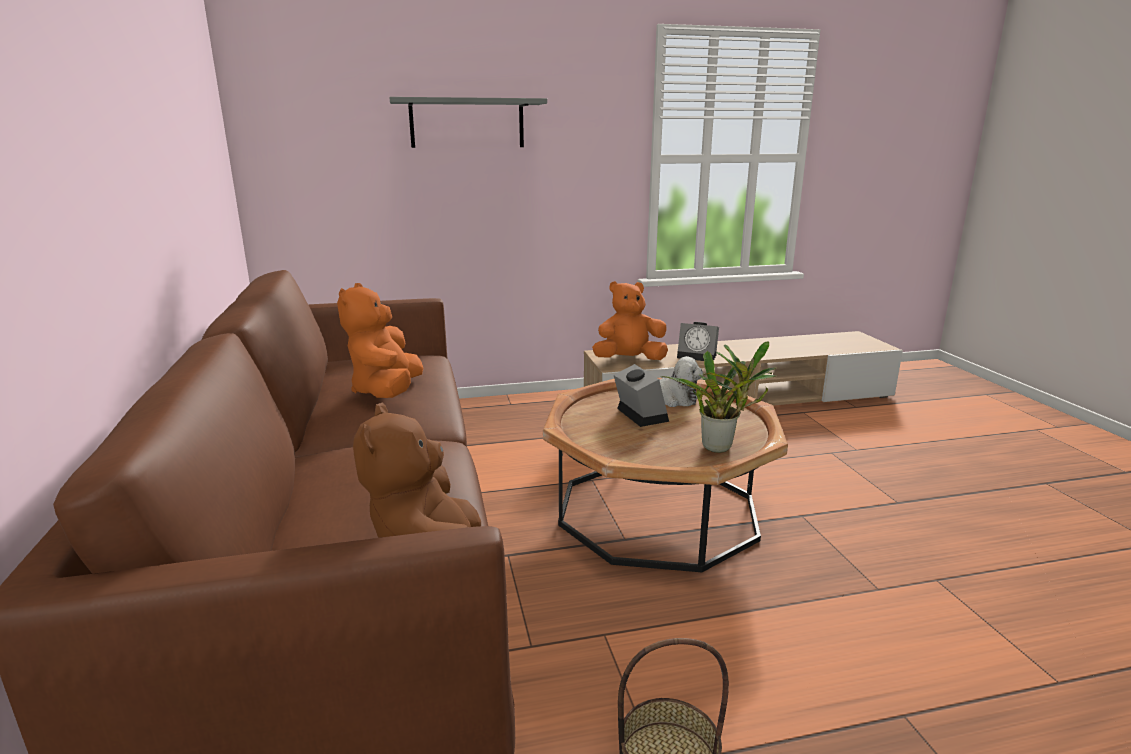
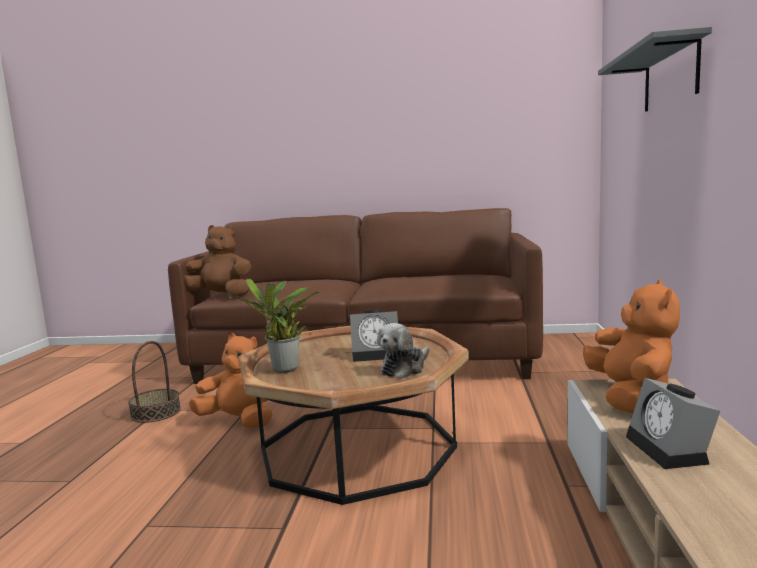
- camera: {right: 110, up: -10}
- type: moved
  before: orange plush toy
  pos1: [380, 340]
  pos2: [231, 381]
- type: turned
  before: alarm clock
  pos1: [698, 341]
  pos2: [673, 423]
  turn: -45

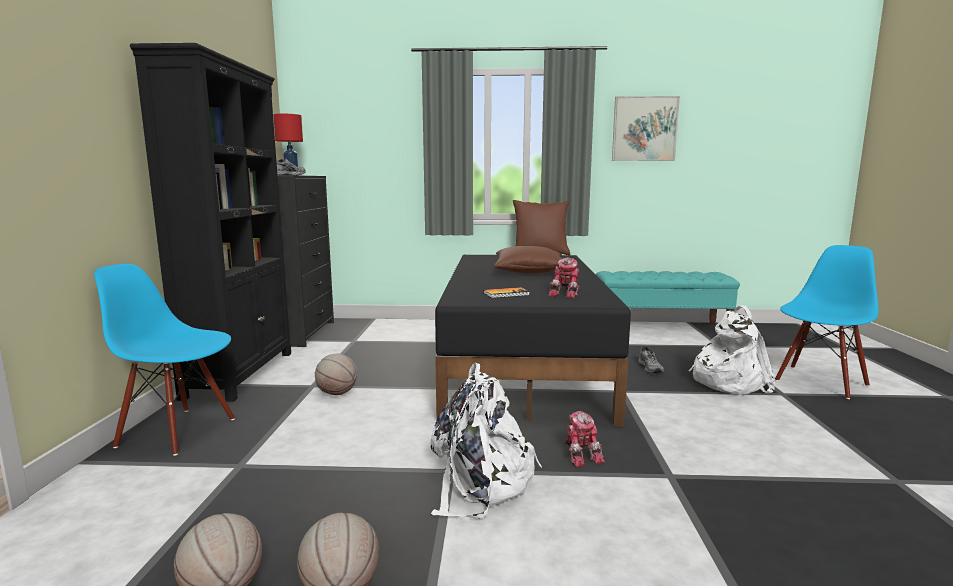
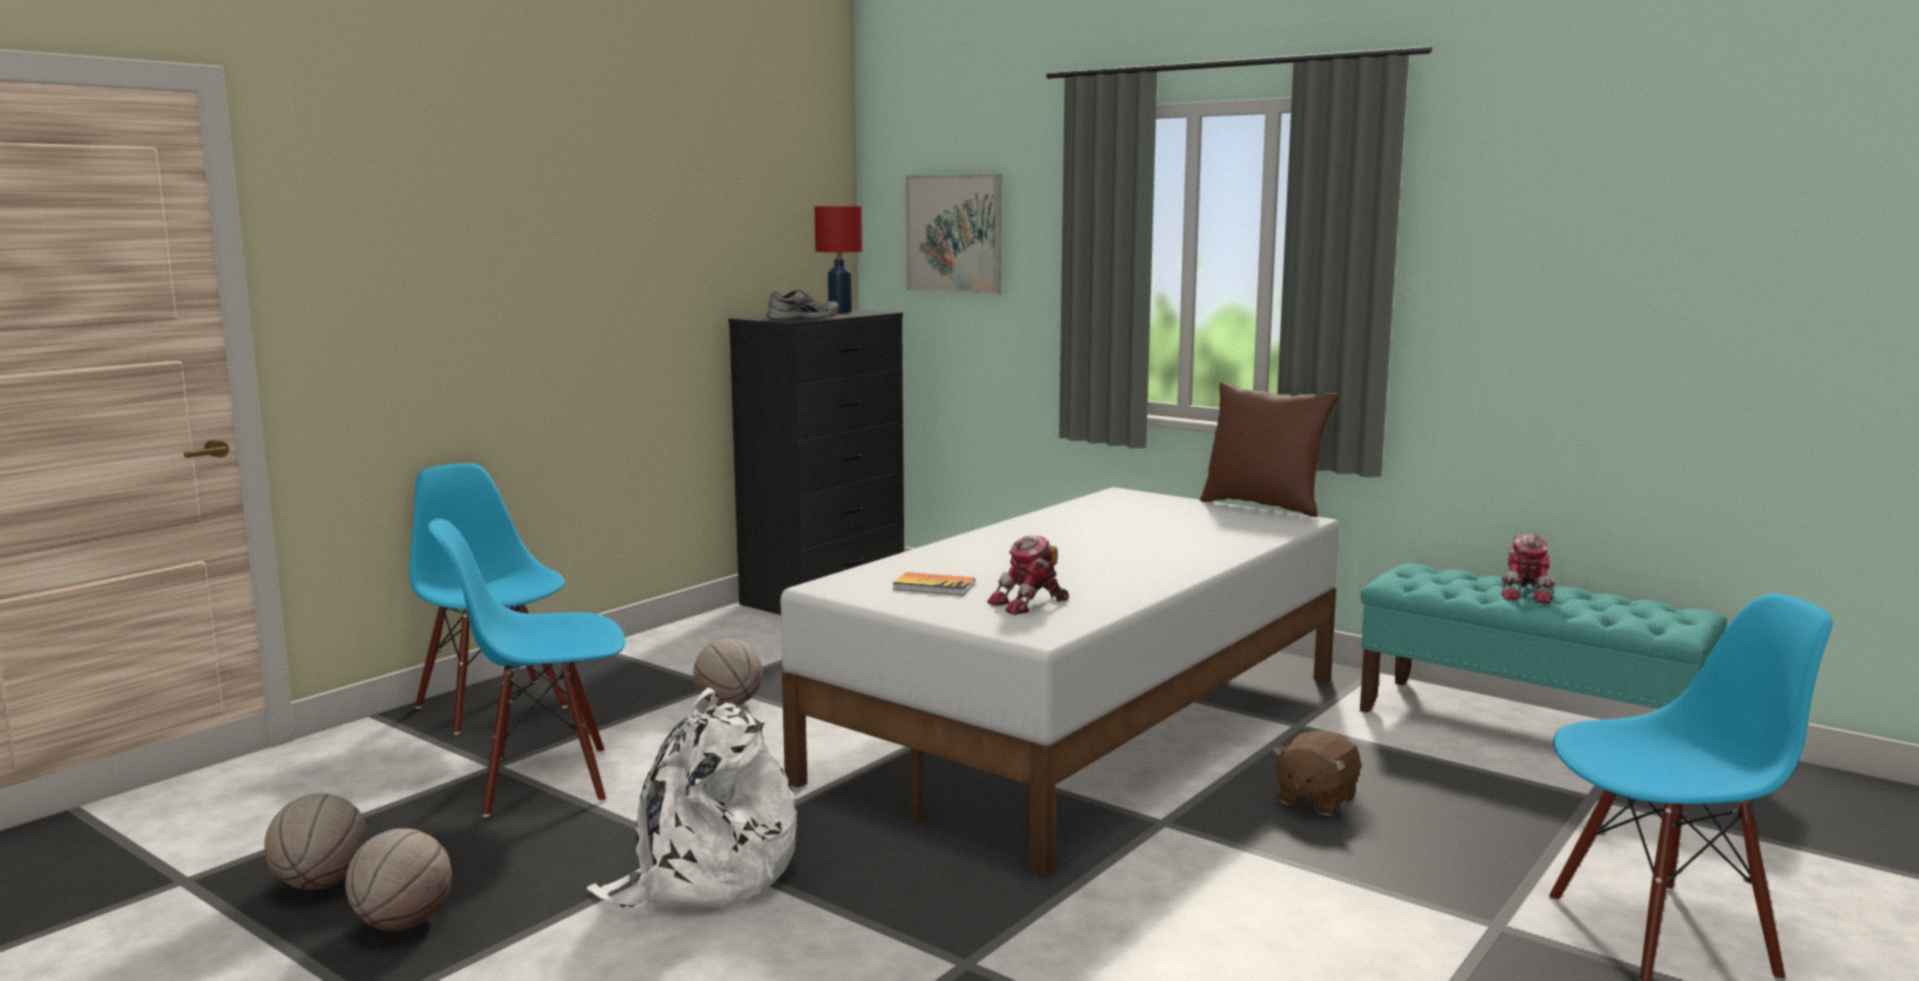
- camera: {right: 35, up: 0}
- type: removed
  before: black bookcase
  pos1: [210, 222]
- type: moved
  before: picture
  pos1: [646, 128]
  pos2: [954, 234]
- type: removed
  before: brown pillow
  pos1: [528, 259]
- type: recoloured
  before: black bed
  after: white bed
  pos1: [533, 340]
  pos2: [1059, 681]
- type: removed
  before: white backpack
  pos1: [732, 350]
- type: replaced
  before: grey shoe
  after: brown plush toy
  pos1: [651, 359]
  pos2: [1316, 773]
- type: moved
  before: toy robot
  pos1: [584, 439]
  pos2: [1528, 568]
- type: added
  after: blue chair
  pos2: [526, 668]

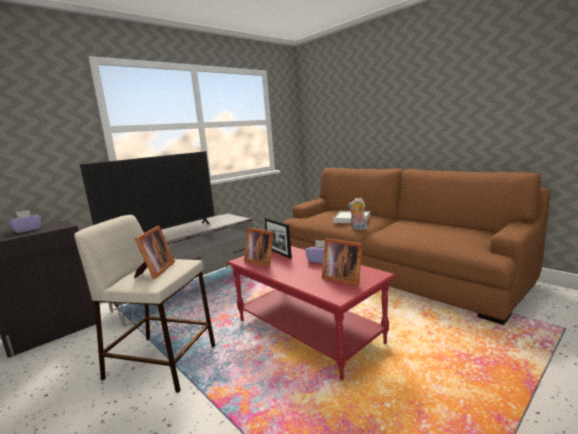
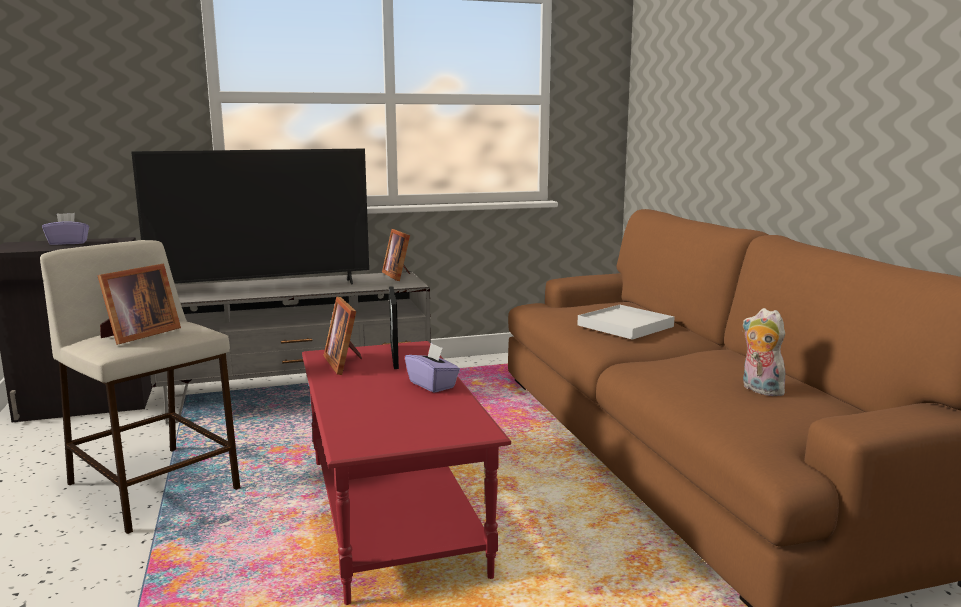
- camera: {right: 25, up: 0}
- type: moved
  before: plush toy
  pos1: [357, 214]
  pos2: [764, 352]
- type: moved
  before: picture frame
  pos1: [342, 262]
  pos2: [396, 255]

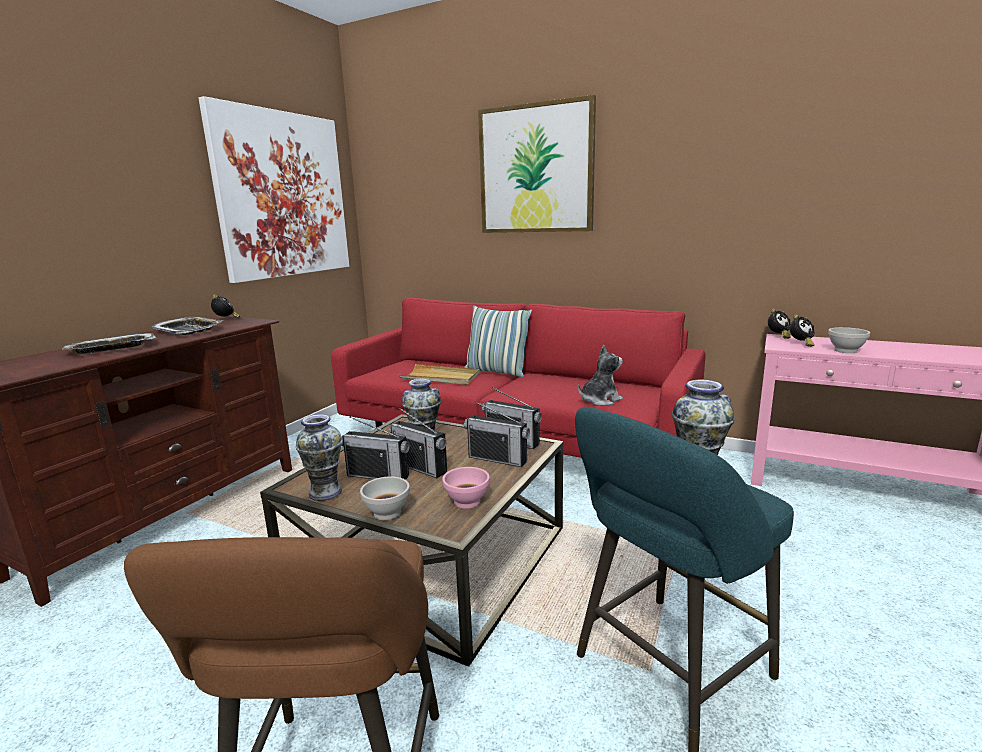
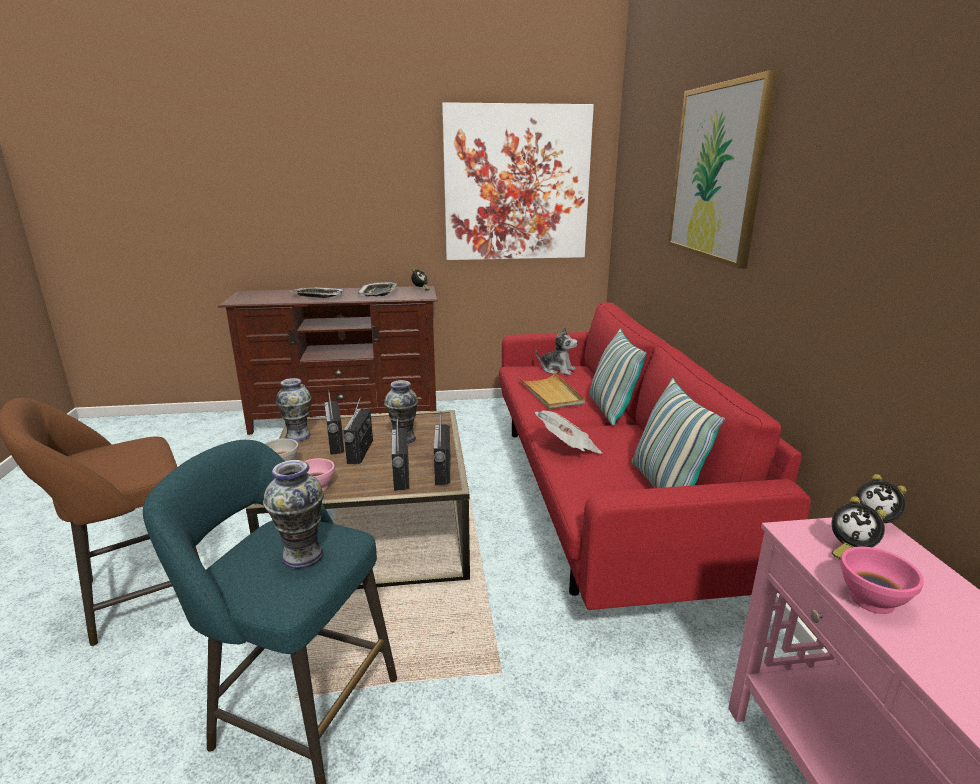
- camera: {right: 55, up: 5}
- type: recoloured
  before: white bowl
  after: pink bowl
  pos1: [849, 340]
  pos2: [882, 580]
- type: moved
  before: plush toy
  pos1: [600, 375]
  pos2: [557, 351]
- type: added
  after: pillow
  pos2: [678, 433]
- type: added
  after: newspaper
  pos2: [568, 432]

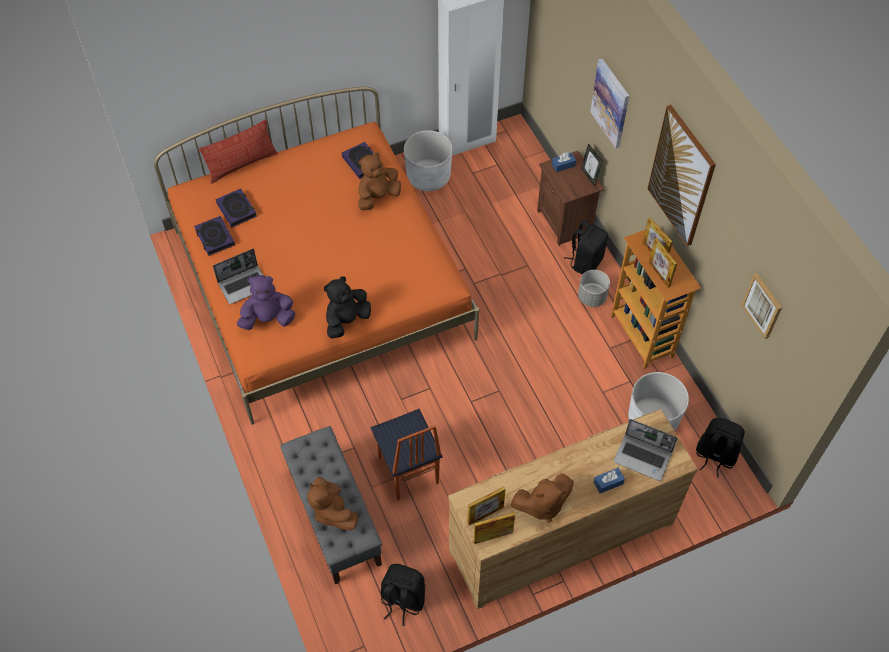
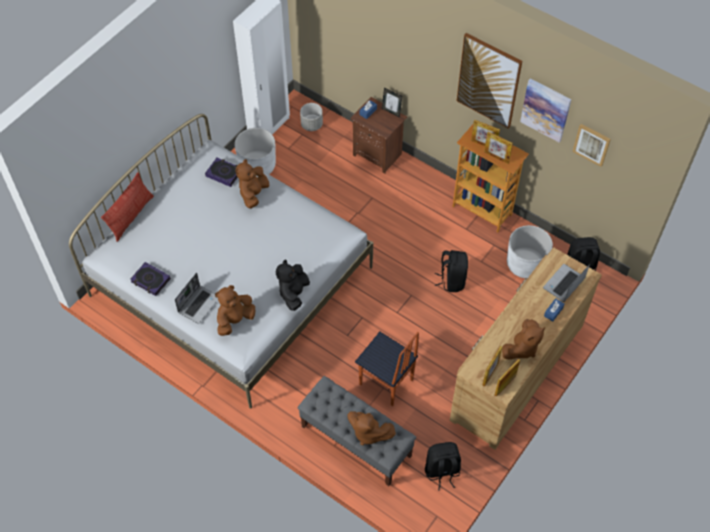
- camera: {right: -30, up: 0}
- type: moved
  before: picture
  pos1: [609, 103]
  pos2: [546, 110]
- type: recoloured
  before: orange bed
  after: white bed
  pos1: [316, 256]
  pos2: [221, 261]
- type: removed
  before: book
  pos1: [236, 207]
- type: moved
  before: black backpack
  pos1: [586, 247]
  pos2: [451, 271]
- type: moved
  before: grey planter
  pos1: [594, 288]
  pos2: [311, 117]
- type: recoloured
  before: purple plush toy
  after: brown plush toy
  pos1: [266, 302]
  pos2: [235, 310]
- type: turned
  before: laptop
  pos1: [646, 450]
  pos2: [566, 283]
  turn: 135

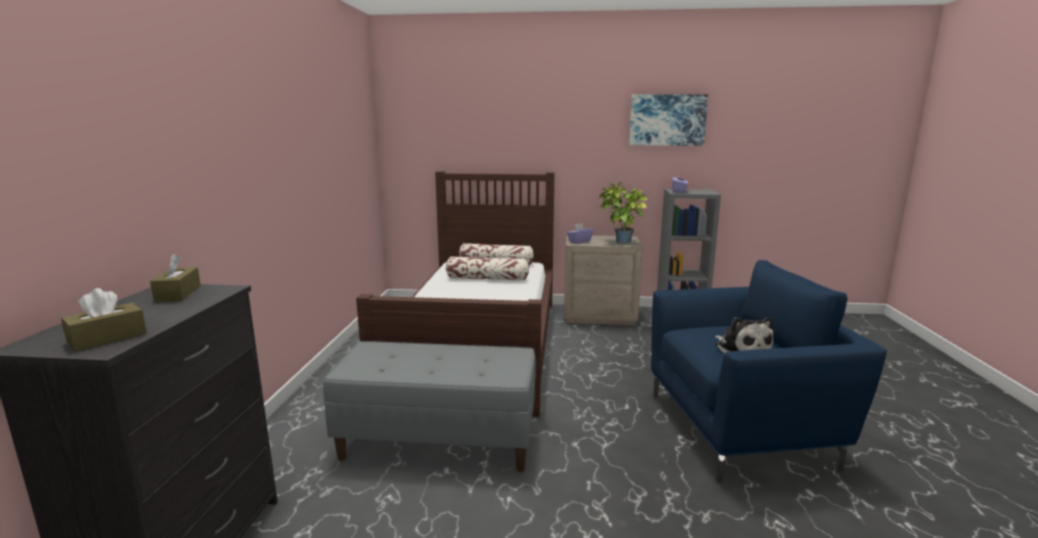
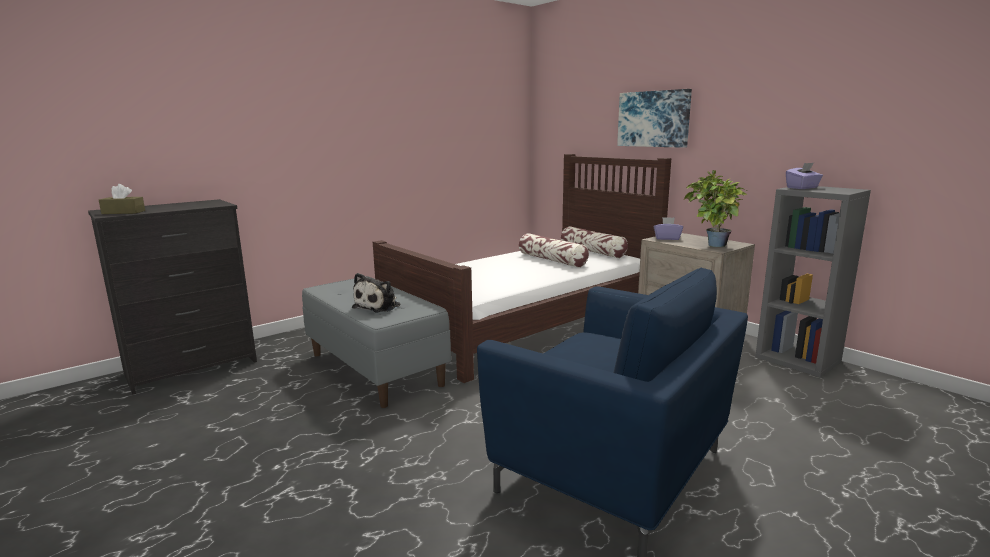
- camera: {right: 45, up: 0}
- type: moved
  before: picture
  pos1: [668, 120]
  pos2: [654, 118]
- type: removed
  before: brown tissue box
  pos1: [175, 278]
- type: moved
  before: plush toy
  pos1: [744, 335]
  pos2: [376, 292]

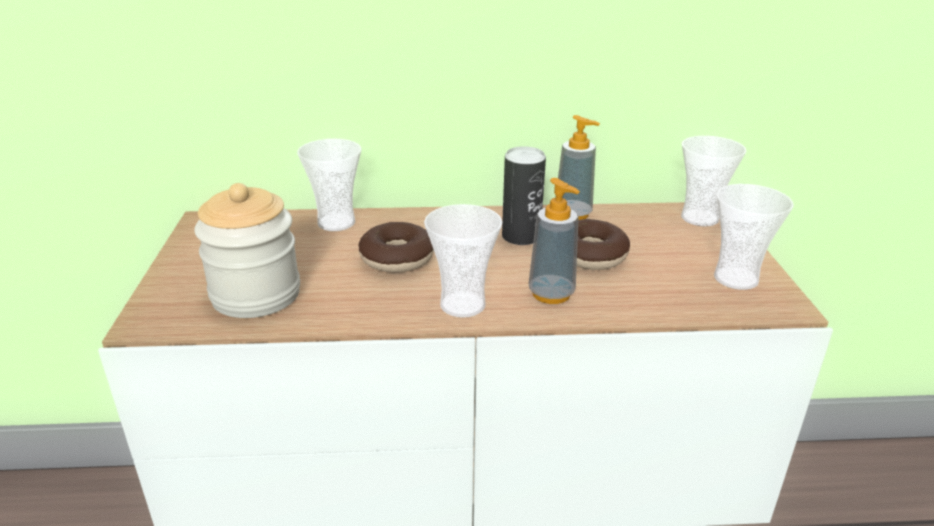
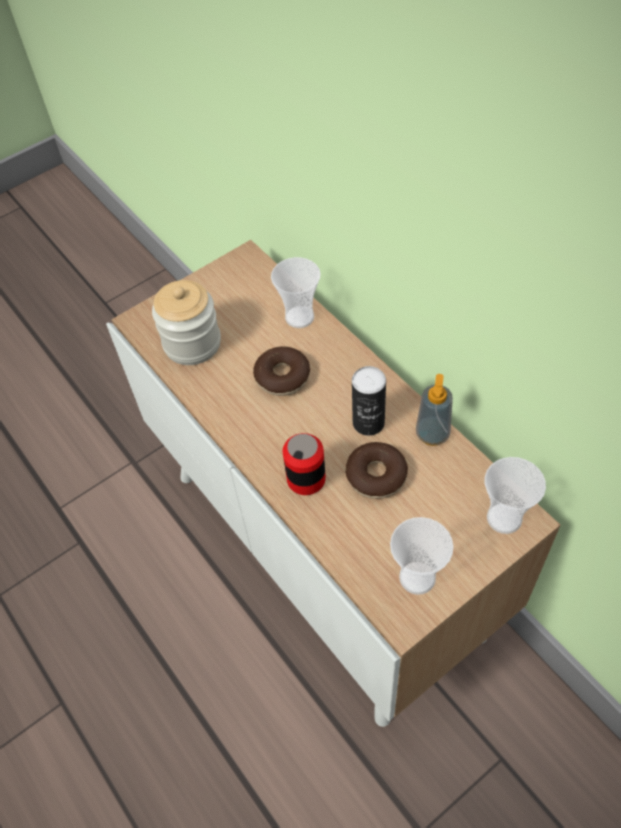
- camera: {right: 60, up: 25}
- type: replaced
  before: soap dispenser
  after: can
  pos1: [554, 241]
  pos2: [304, 464]
- type: removed
  before: cup
  pos1: [463, 261]

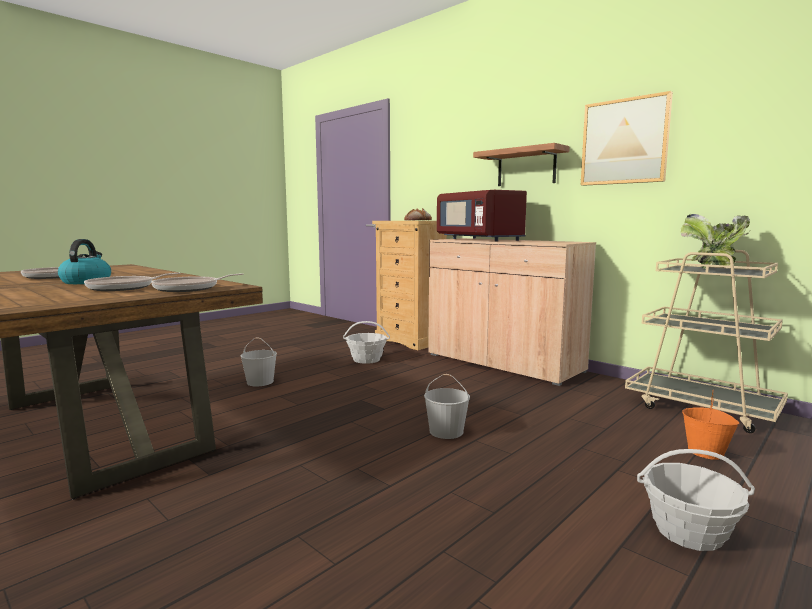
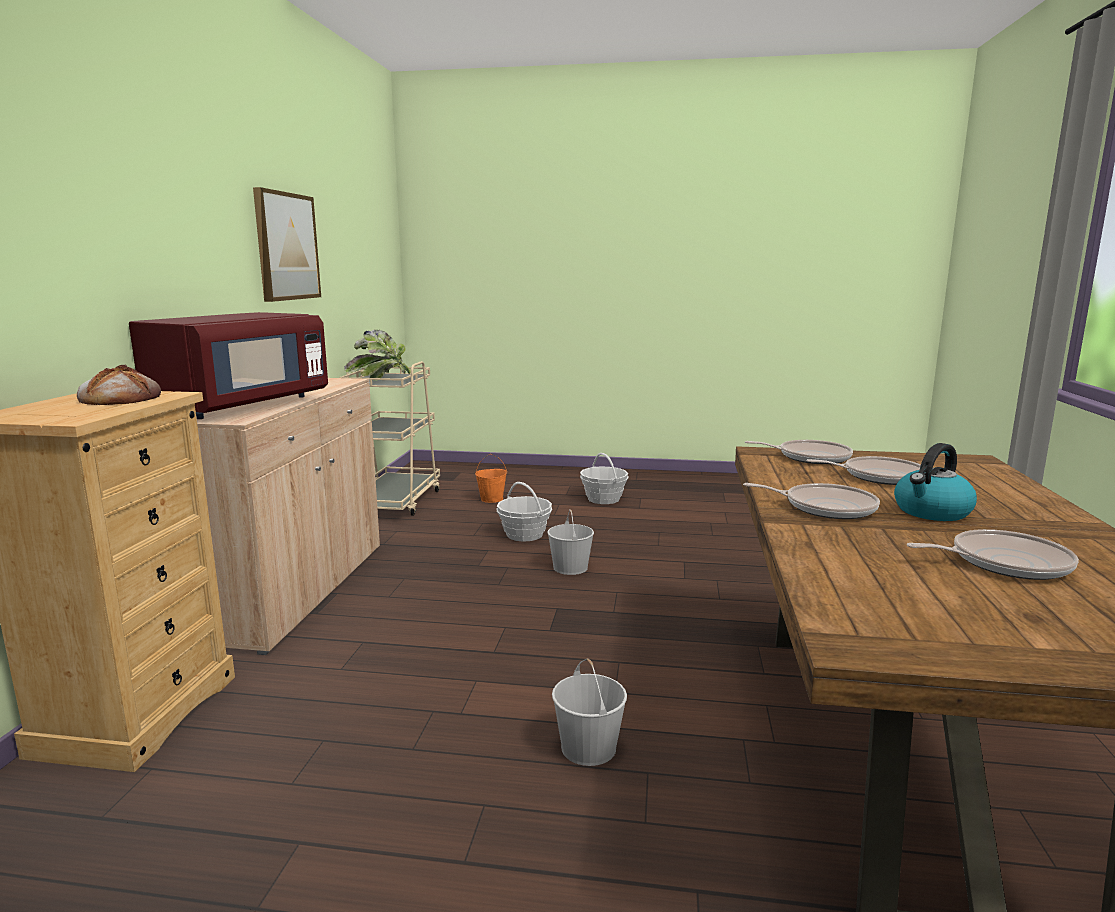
- camera: {right: -125, up: 5}
- type: removed
  before: shelf
  pos1: [521, 164]
- type: moved
  before: basket
  pos1: [366, 342]
  pos2: [524, 512]
- type: added
  after: frying pan
  pos2: [811, 501]

